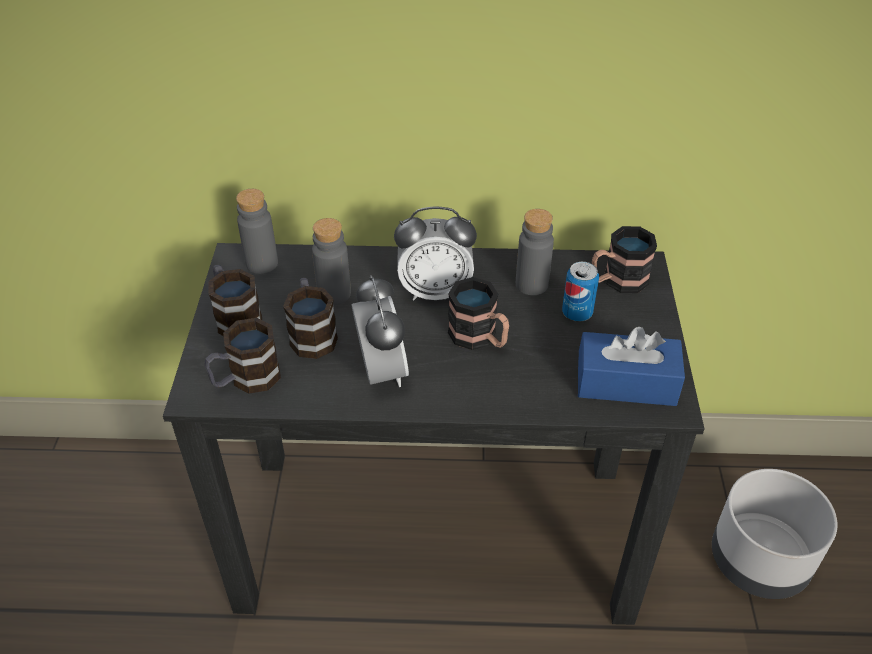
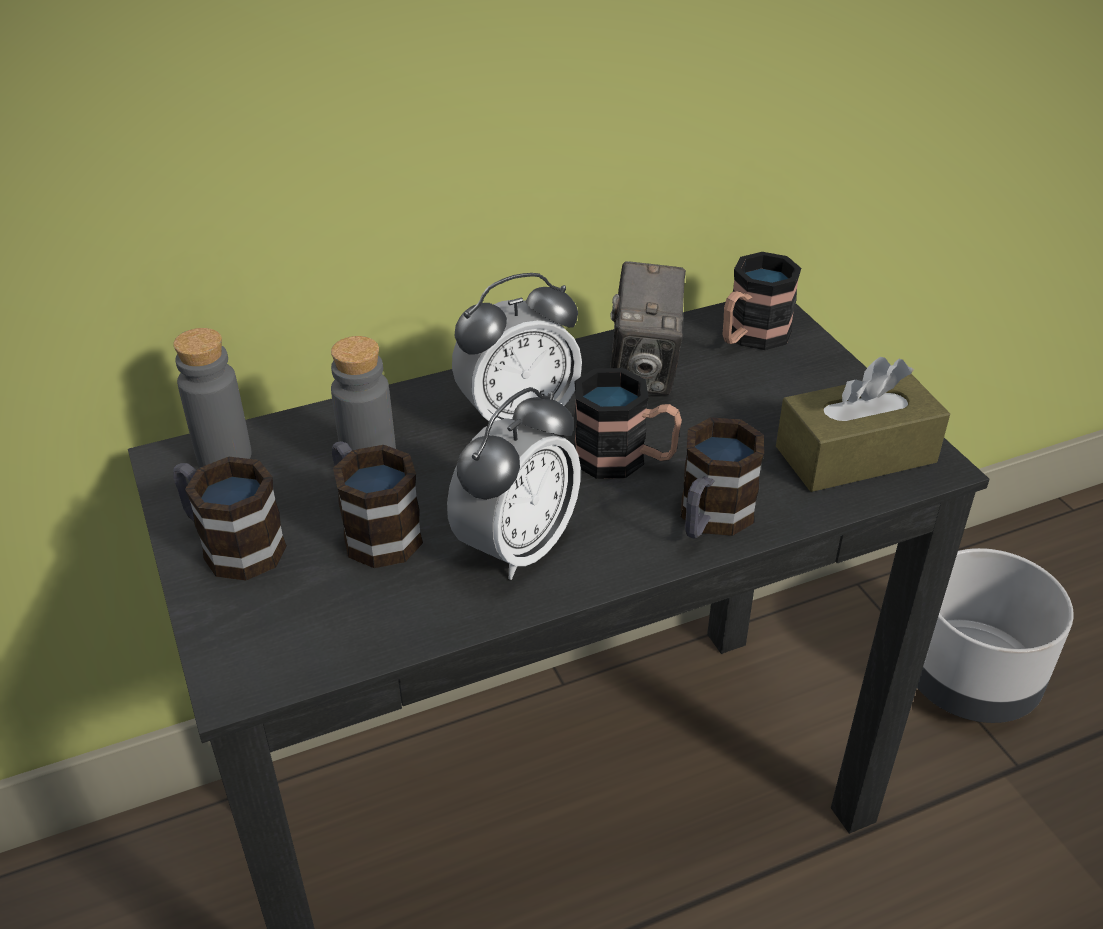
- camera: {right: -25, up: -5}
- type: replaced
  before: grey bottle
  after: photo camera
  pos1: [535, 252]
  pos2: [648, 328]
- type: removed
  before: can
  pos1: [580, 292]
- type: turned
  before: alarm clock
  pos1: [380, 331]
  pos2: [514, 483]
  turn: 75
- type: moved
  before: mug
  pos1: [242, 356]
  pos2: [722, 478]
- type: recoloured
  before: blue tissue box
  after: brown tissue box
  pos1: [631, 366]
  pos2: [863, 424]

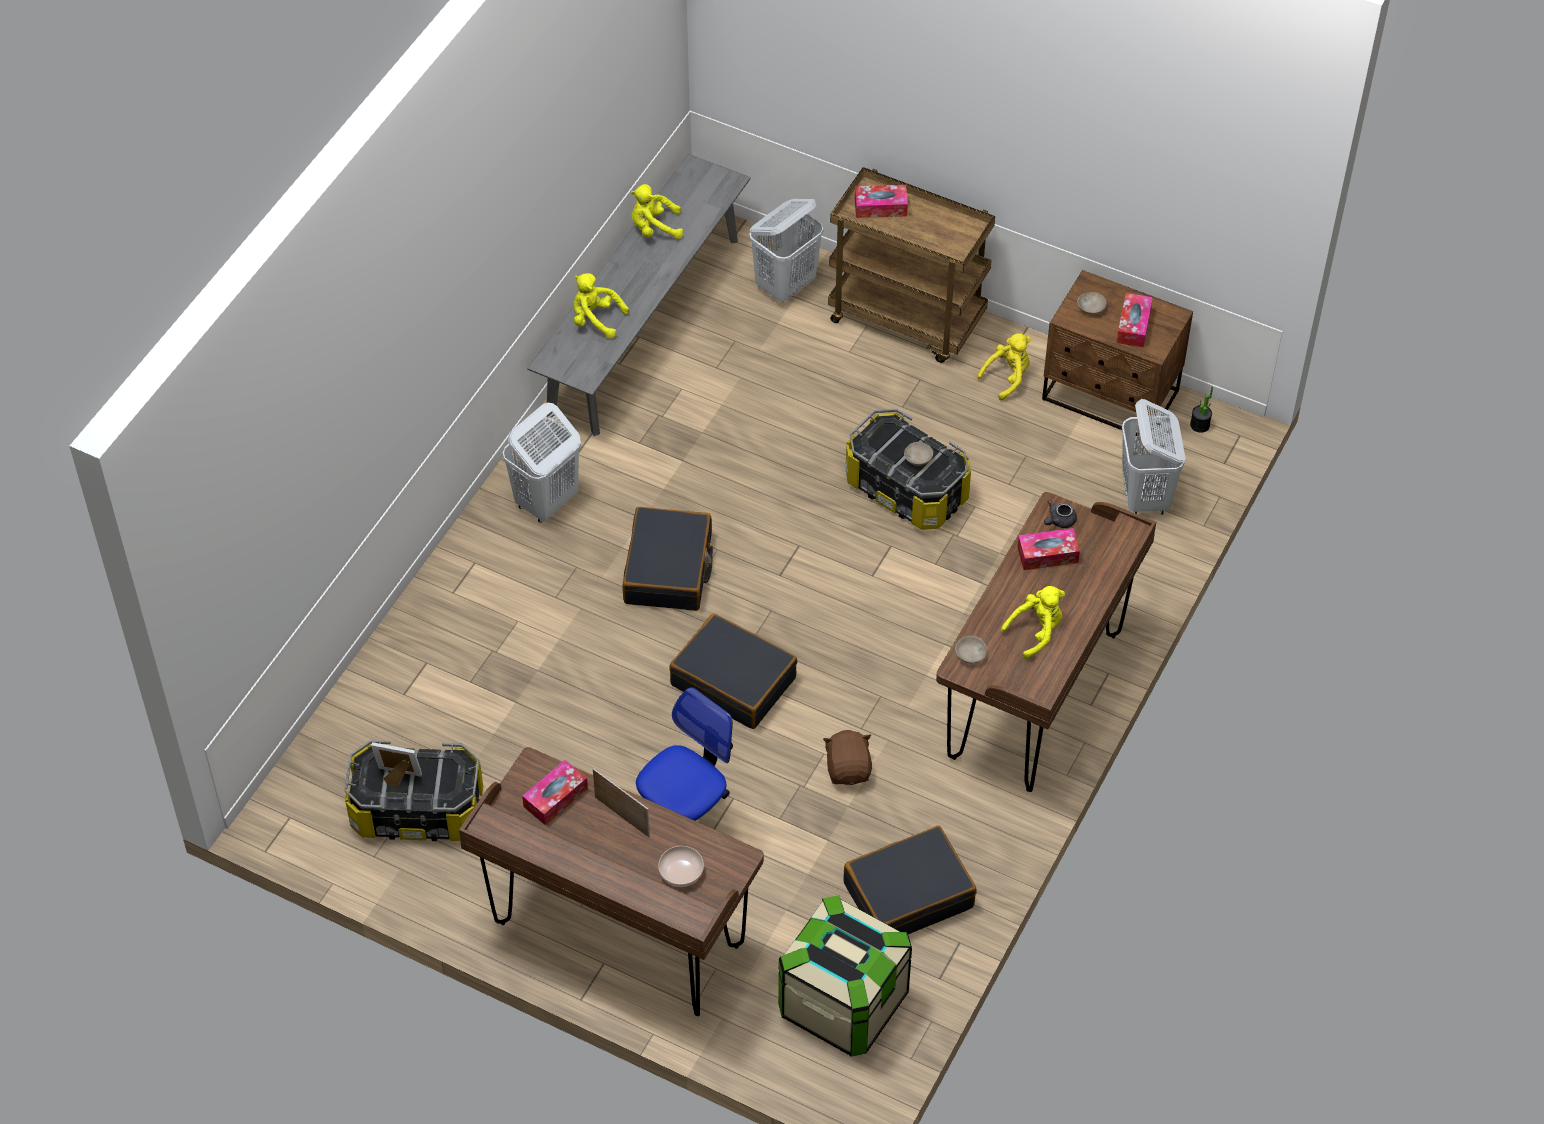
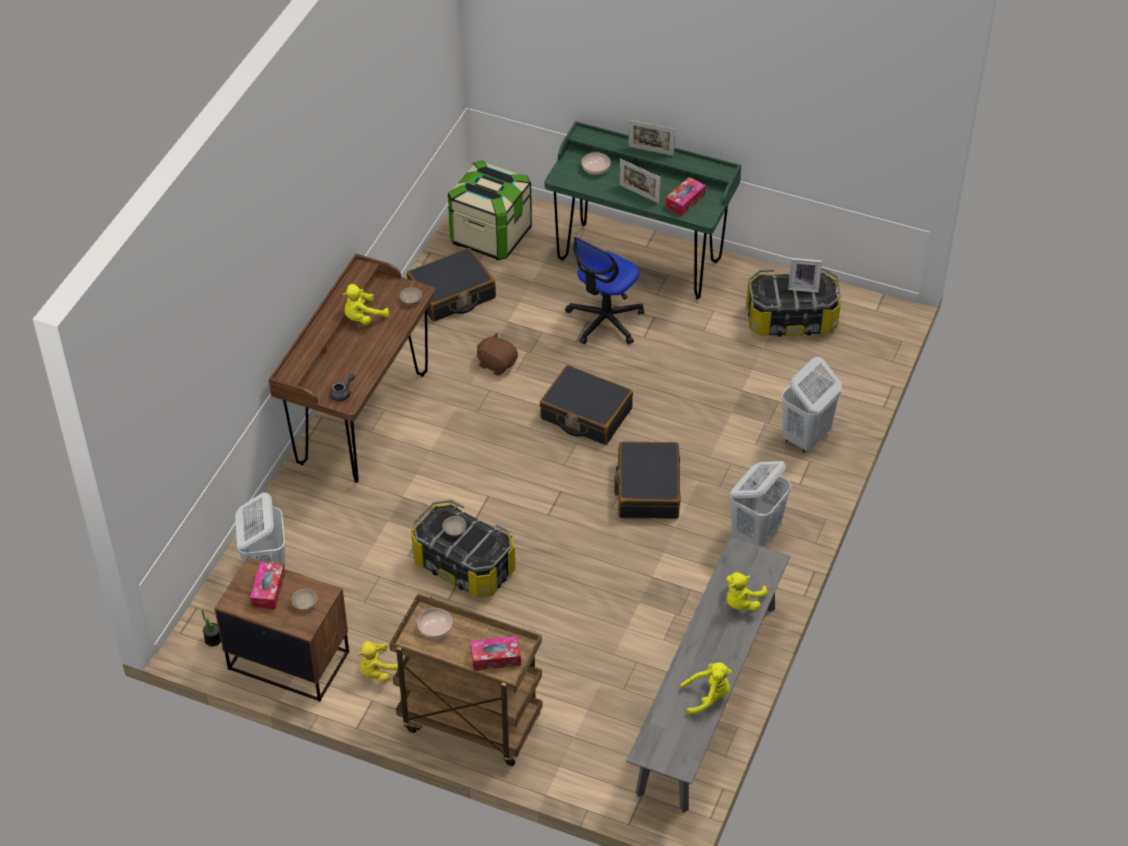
- camera: {right: 175, up: -5}
- type: moved
  before: white laundry basket
  pos1: [786, 250]
  pos2: [812, 405]
- type: turned
  before: yellow plush toy
  pos1: [601, 306]
  pos2: [747, 591]
  turn: 105
- type: removed
  before: tissue box
  pos1: [1048, 549]
- type: turned
  before: brown plush toy
  pos1: [847, 757]
  pos2: [497, 354]
  turn: 135
- type: recoloured
  before: brown desk
  after: green desk
  pos1: [611, 881]
  pos2: [643, 210]
- type: added
  after: picture frame
  pos2: [651, 138]
- type: added
  after: bowl
  pos2: [435, 623]

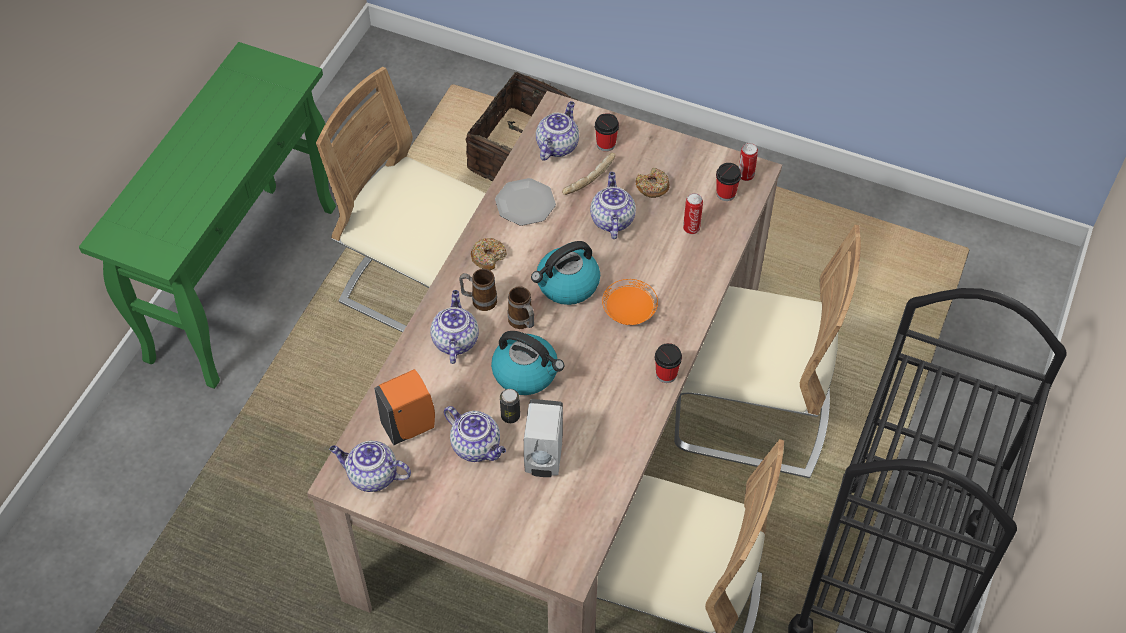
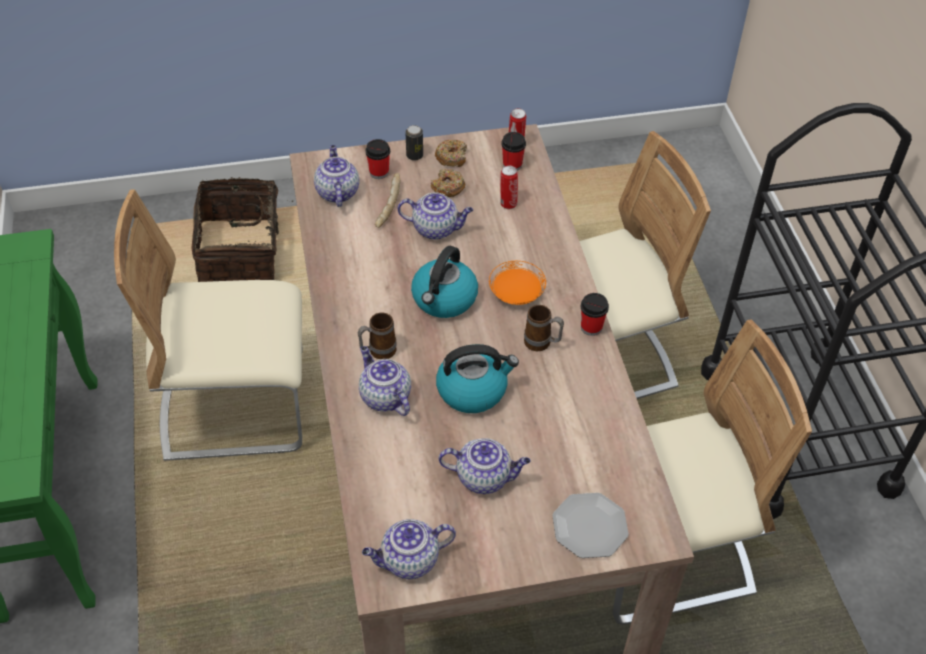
- camera: {right: -35, up: -5}
- type: turned
  before: teapot
  pos1: [613, 205]
  pos2: [435, 216]
  turn: 135
- type: moved
  before: plate
  pos1: [525, 202]
  pos2: [590, 525]
- type: moved
  before: donut
  pos1: [489, 254]
  pos2: [451, 153]
- type: moved
  before: mug
  pos1: [521, 307]
  pos2: [544, 328]
- type: removed
  before: orange soap dispenser
  pos1: [404, 407]
- type: moved
  before: can
  pos1: [510, 406]
  pos2: [414, 143]
- type: removed
  before: white soap dispenser
  pos1: [543, 438]

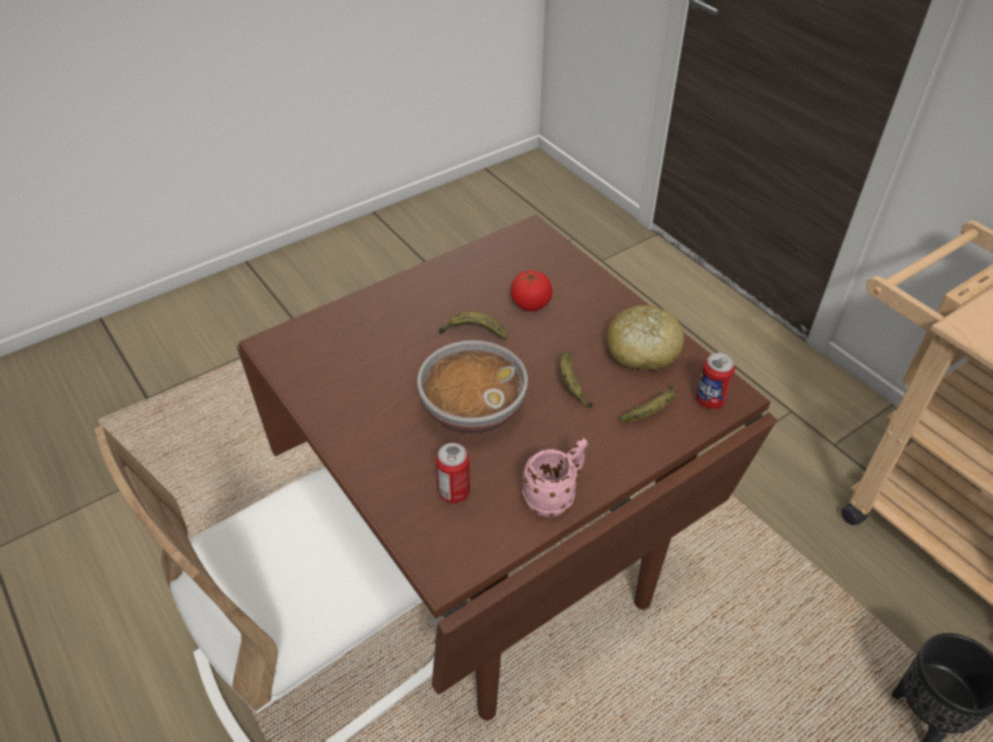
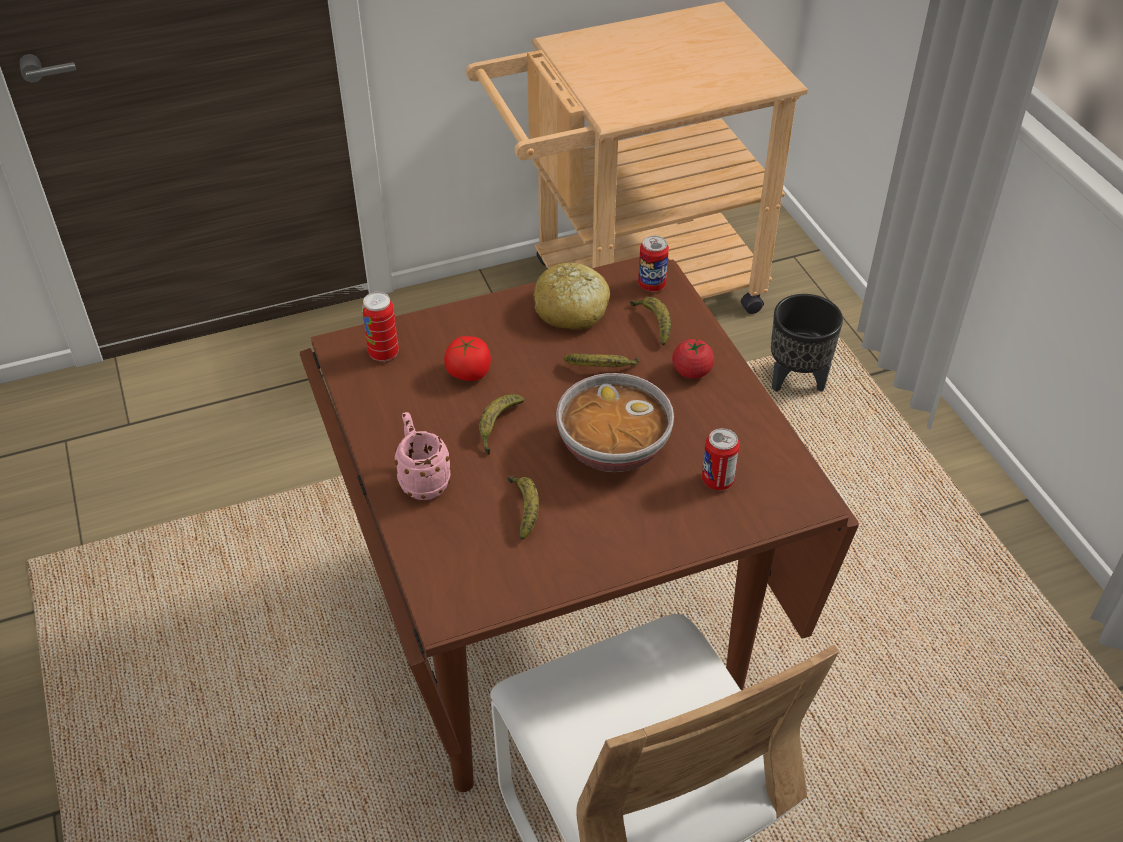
- camera: {right: -75, up: 0}
- type: moved
  before: pink mug
  pos1: [555, 477]
  pos2: [423, 456]
- type: added
  after: can
  pos2: [380, 327]
- type: added
  after: tomato
  pos2: [693, 358]
- type: added
  after: banana
  pos2: [523, 507]

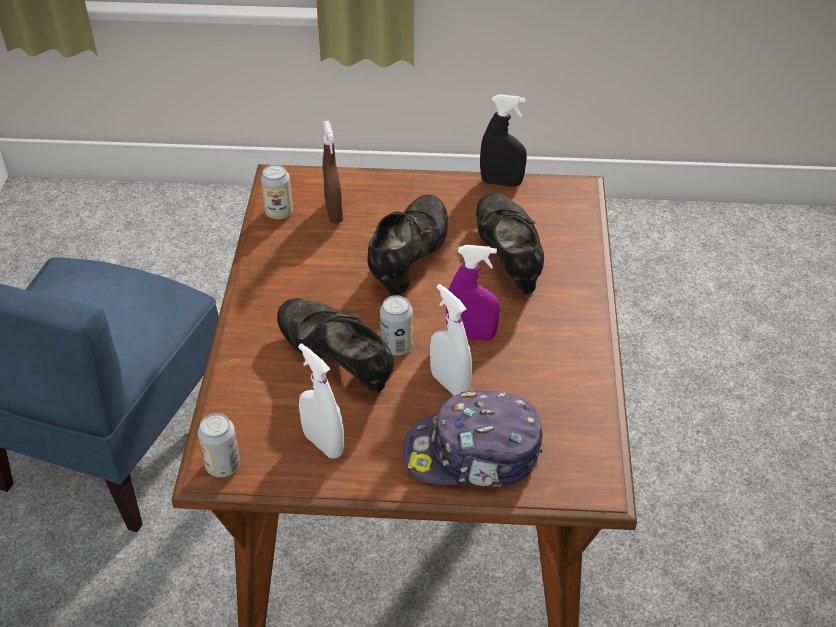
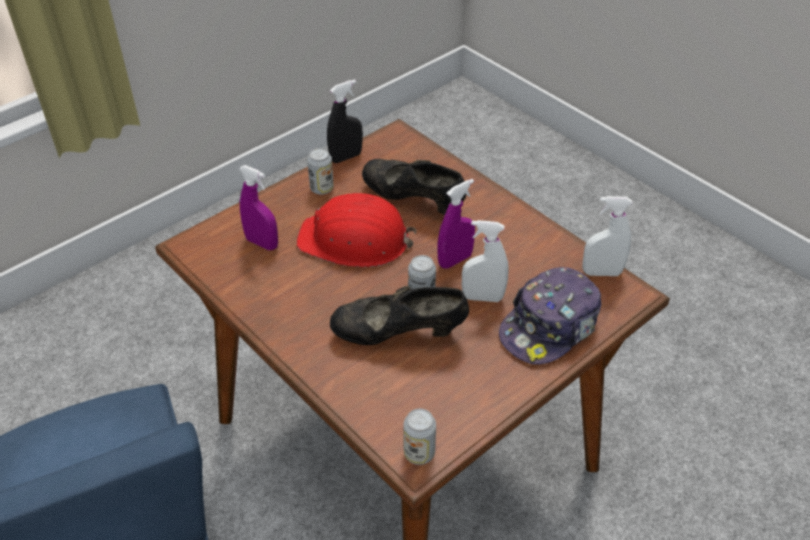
- camera: {right: -45, up: 0}
- type: recoloured
  before: brown spray bottle
  after: purple spray bottle
  pos1: [333, 172]
  pos2: [258, 207]
- type: moved
  before: can
  pos1: [277, 192]
  pos2: [320, 171]
- type: replaced
  before: black shoe
  after: red hard hat
  pos1: [408, 245]
  pos2: [357, 230]
- type: moved
  before: white spray bottle
  pos1: [321, 401]
  pos2: [607, 236]

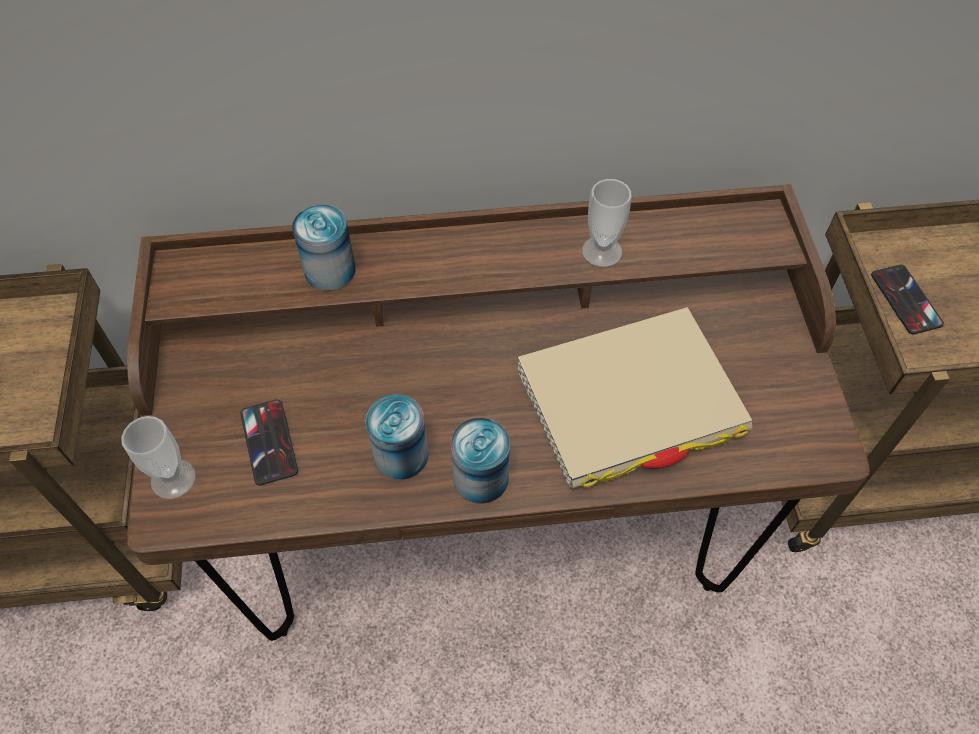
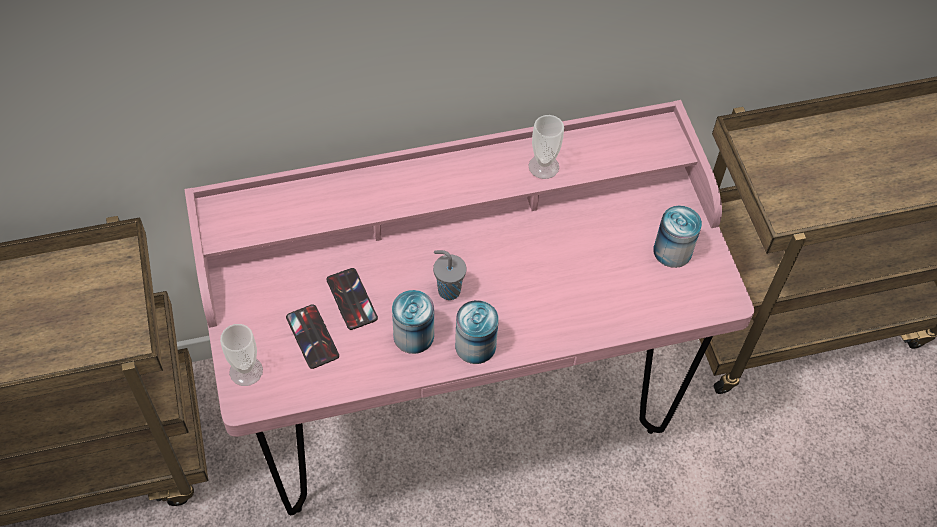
- camera: {right: -10, up: 0}
- type: recoloured
  before: brown desk
  after: pink desk
  pos1: [498, 412]
  pos2: [469, 307]
- type: moved
  before: can
  pos1: [324, 248]
  pos2: [677, 236]
- type: moved
  before: phone
  pos1: [907, 299]
  pos2: [352, 299]
- type: removed
  before: beige book
  pos1: [635, 398]
- type: added
  after: grey cup
  pos2: [450, 275]

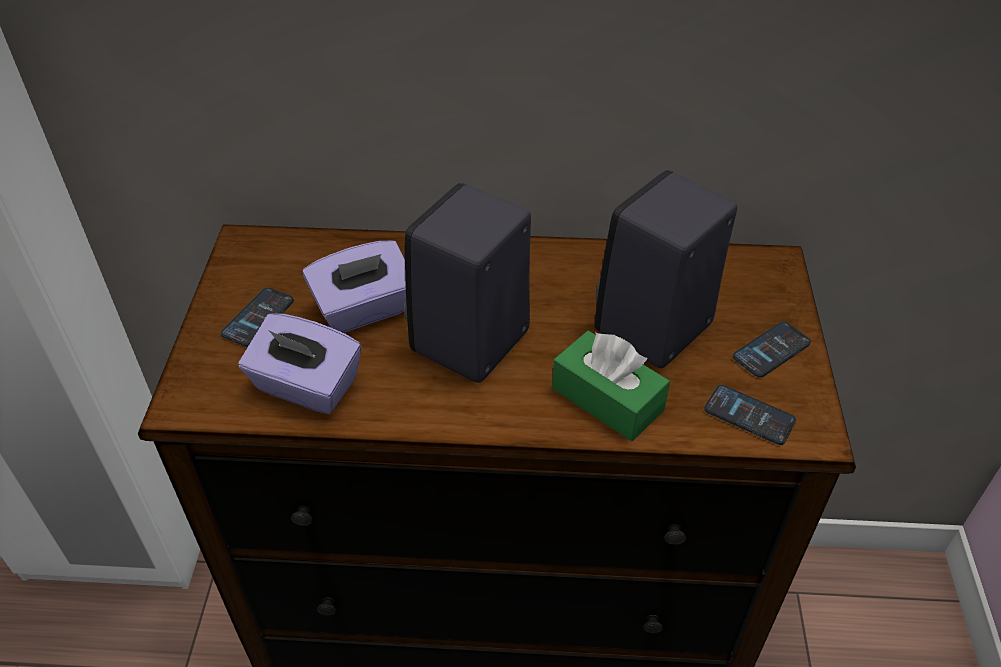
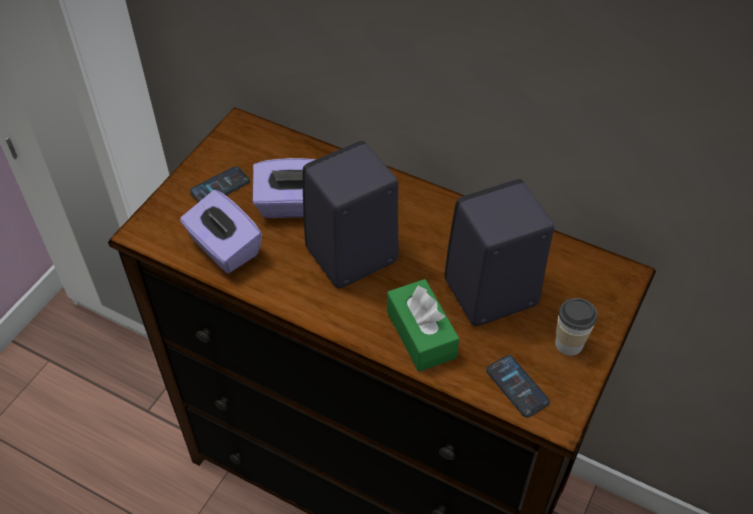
- camera: {right: 25, up: 5}
- type: replaced
  before: phone
  after: cup
  pos1: [772, 349]
  pos2: [576, 326]

